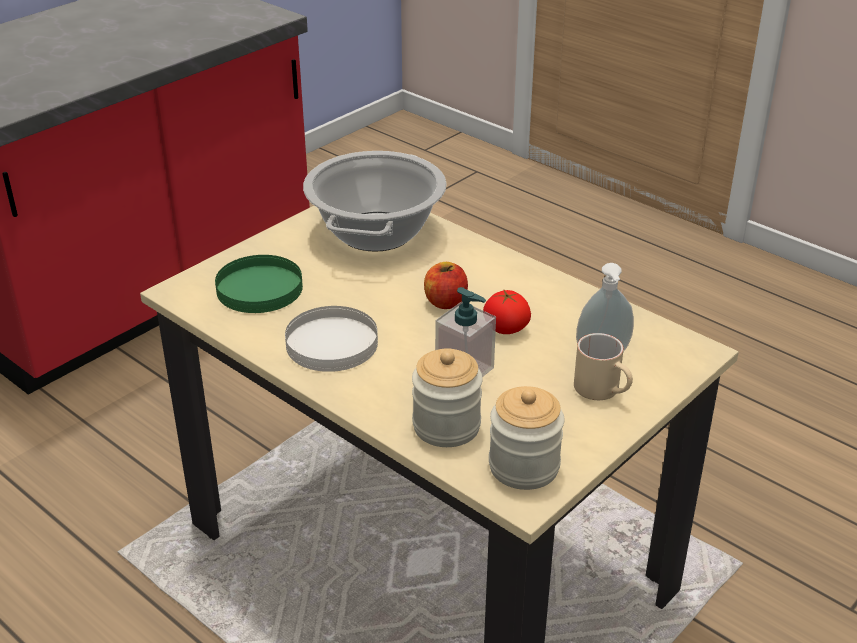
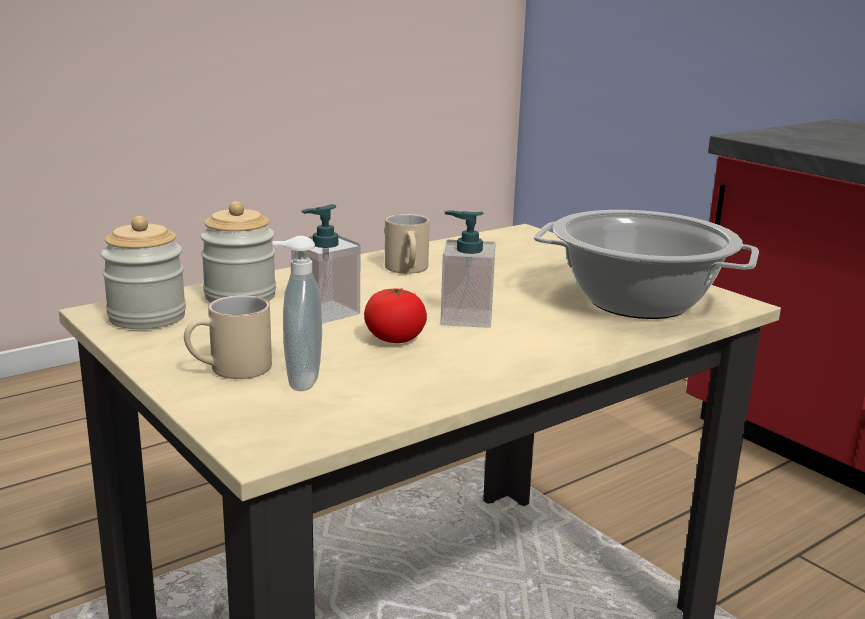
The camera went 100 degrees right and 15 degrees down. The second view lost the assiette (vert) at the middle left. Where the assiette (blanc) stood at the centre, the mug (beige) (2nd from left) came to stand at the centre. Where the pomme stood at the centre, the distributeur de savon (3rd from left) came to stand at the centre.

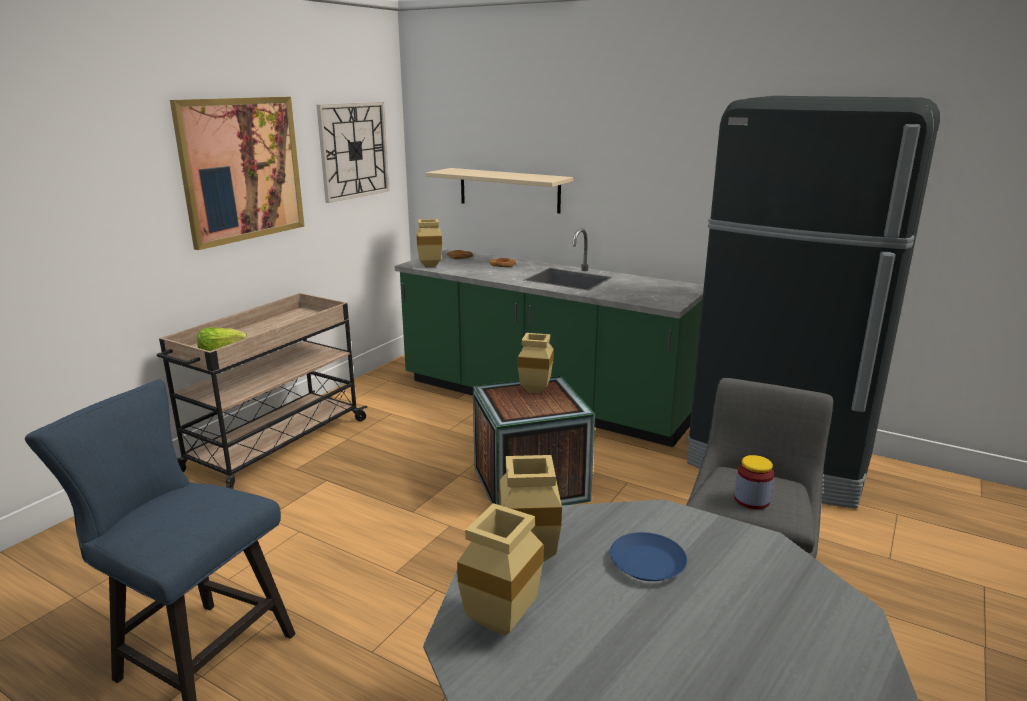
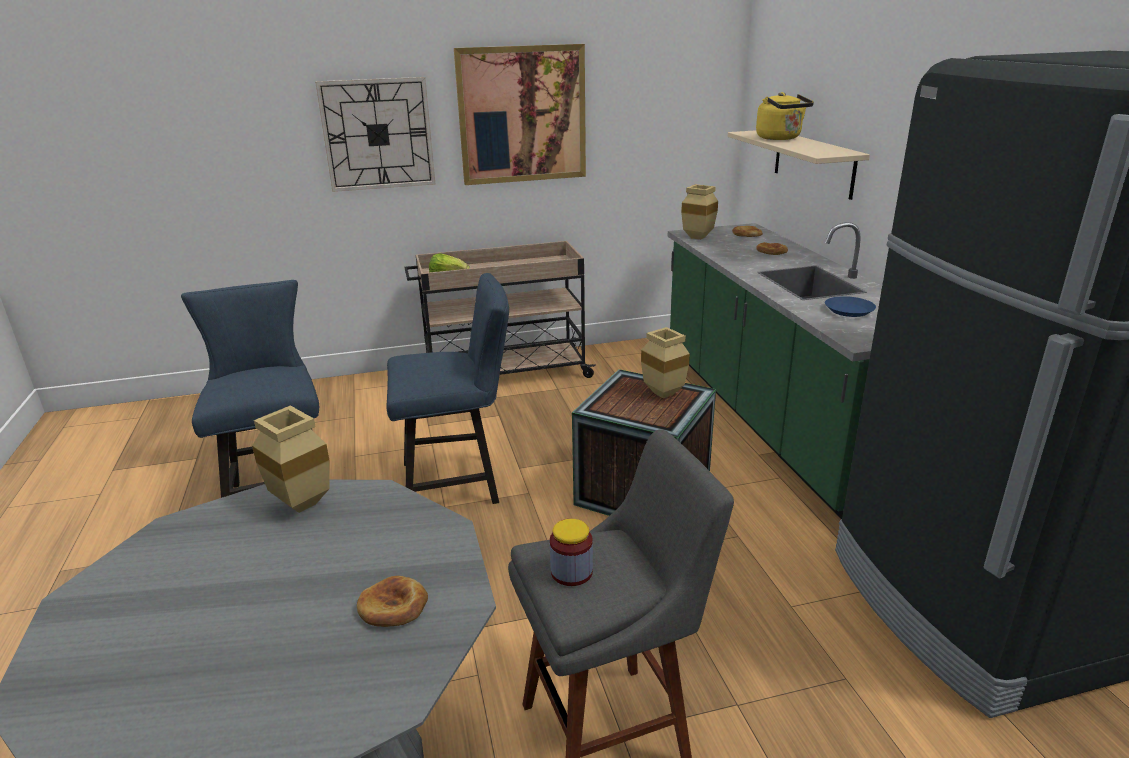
The camera went 45 degrees right and 5 degrees up. The second view lost the vase (beige) (2nd from left) at the bottom centre. The second view gained the pain (1st from left) at the bottom centre. The second view gained the chaise (bleu) (2nd from left) at the centre. The second view gained the bouilloire (jaune) at the top right. The horloge murale ended up elsewhere, having gone from the top centre to the top left. The assiette (bleu) ended up elsewhere, having gone from the bottom centre to the middle right.

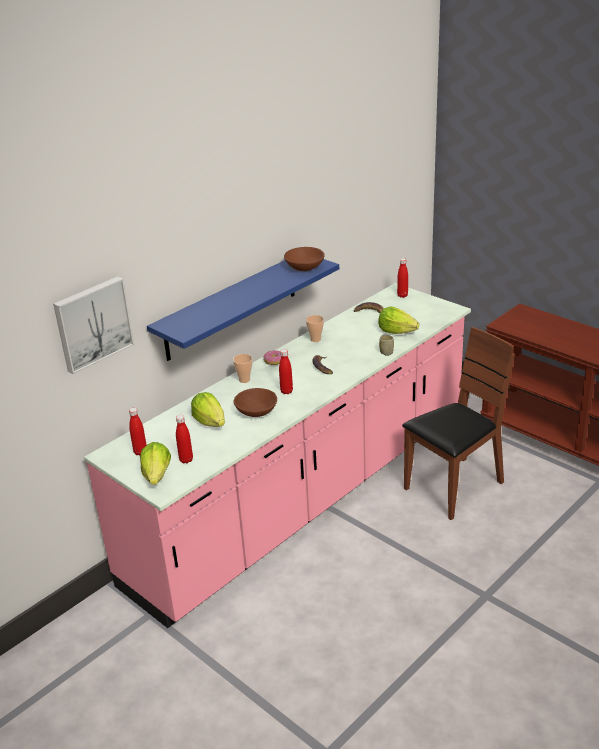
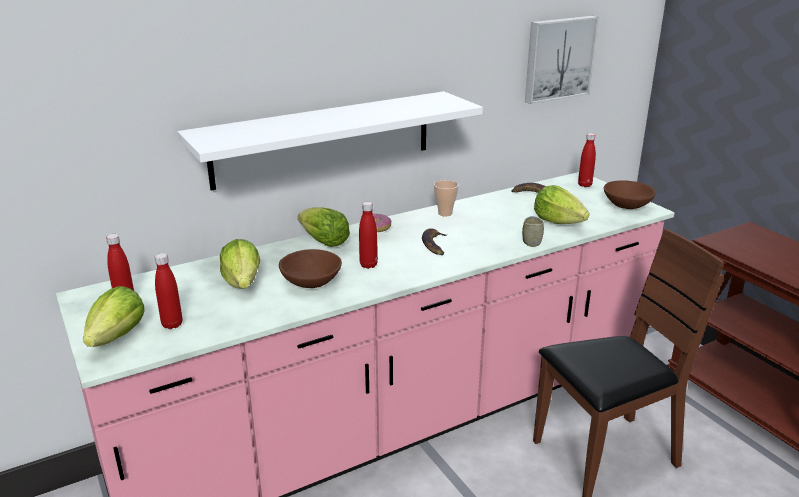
The camera went 15 degrees right and 5 degrees down. The tableau ended up elsewhere, having gone from the middle left to the top right. The bol (marron) (2nd from left) ended up elsewhere, having gone from the centre to the middle right. Where the tasse (1st from left) stood at the centre, the laitue (3rd from left) came to stand at the centre. What was the étagère (bleu) at the centre turned into the étagère (blanc) at the top centre.

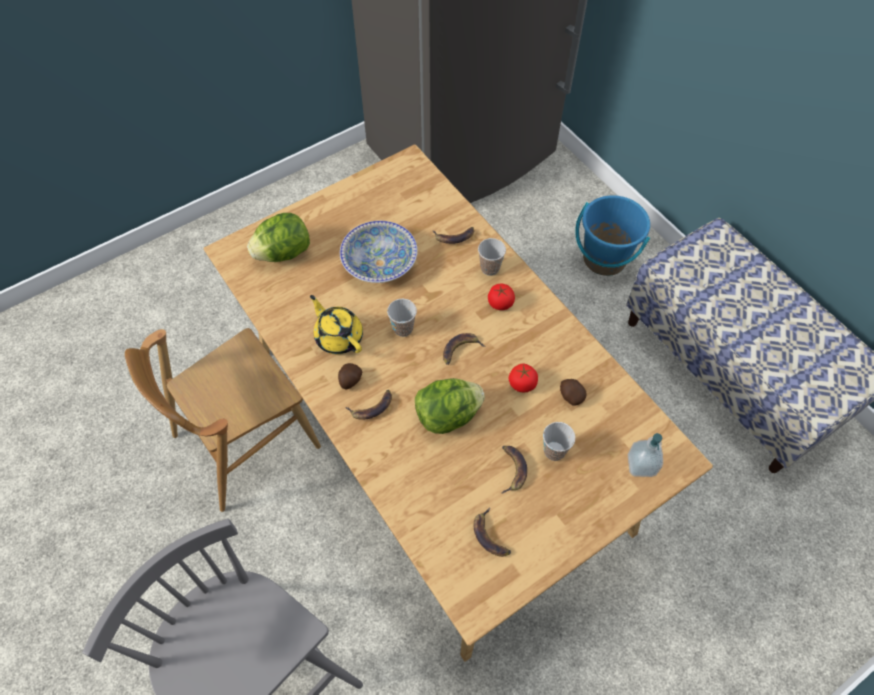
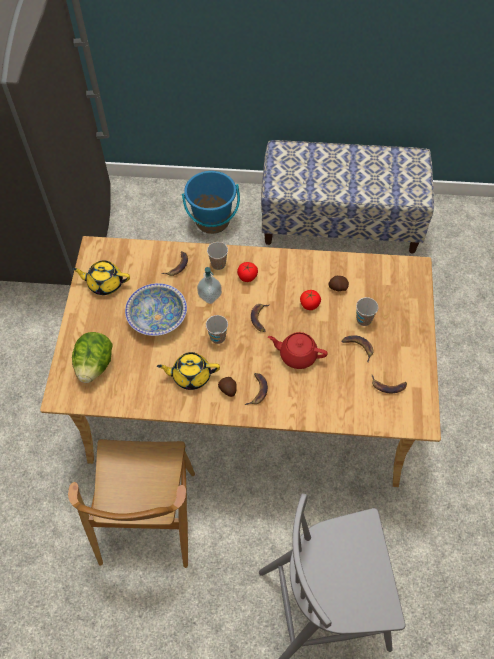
The camera went 50 degrees left and 0 degrees up. The second view gained the théière (jaune) (1st from left) at the middle left. The distributeur de savon ended up elsewhere, having gone from the middle right to the centre. Where the laitue (2nd from left) stood at the centre, the théière (rouge) came to stand at the centre.

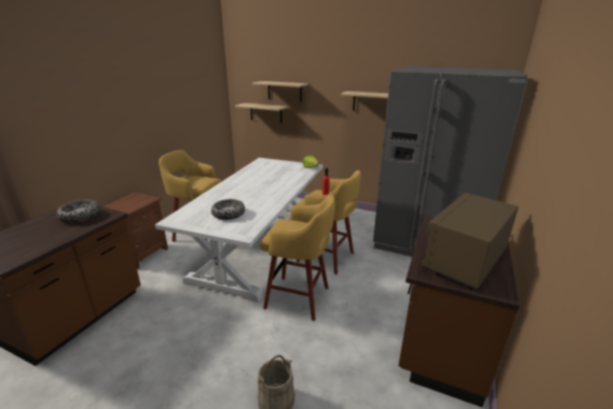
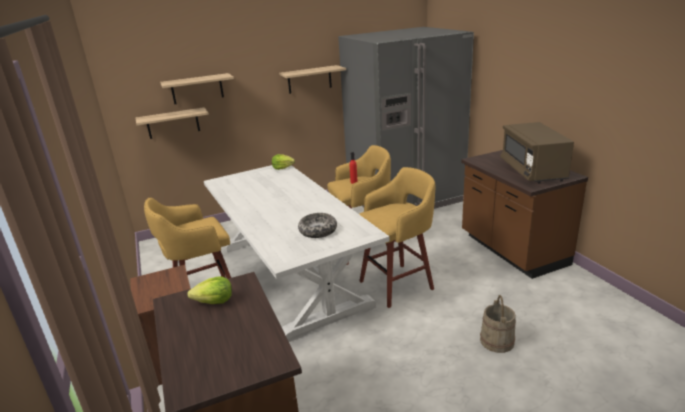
The camera went 45 degrees left and 0 degrees up. Where the bol (1st from left) stood at the middle left, the laitue (1st from left) came to stand at the bottom left.

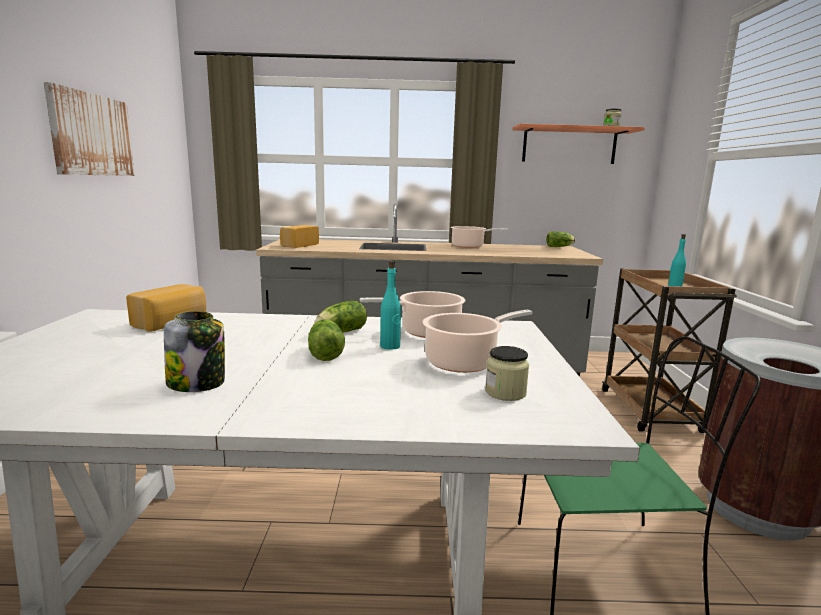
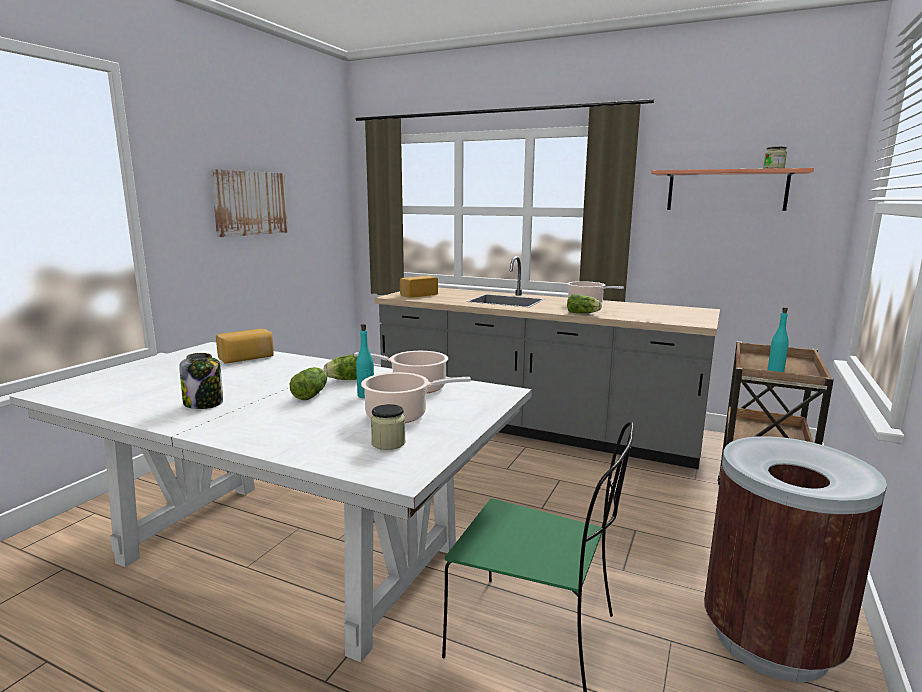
The camera went 25 degrees right and 0 degrees up. The laitue (3rd from left) ended up elsewhere, having gone from the middle right to the centre.

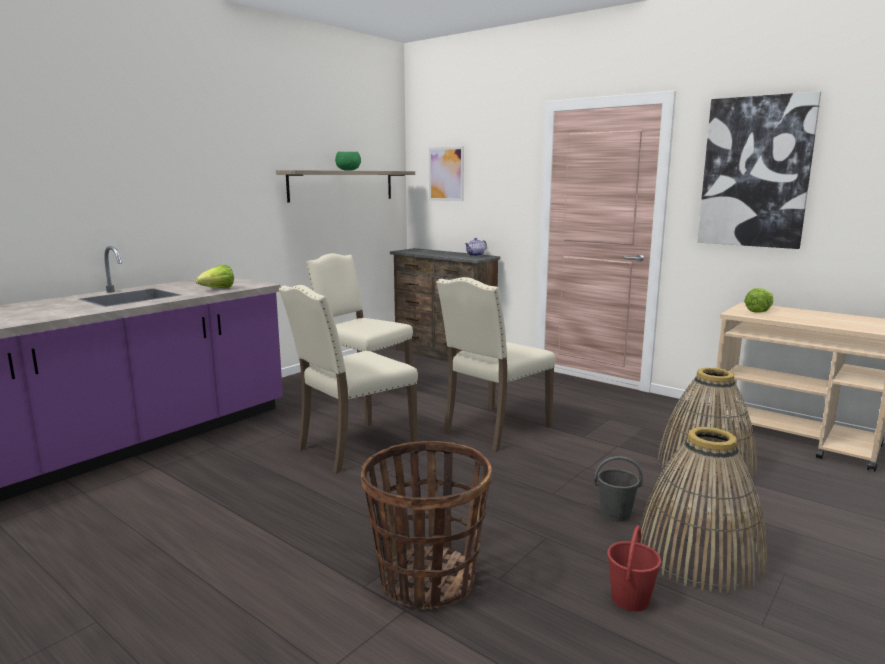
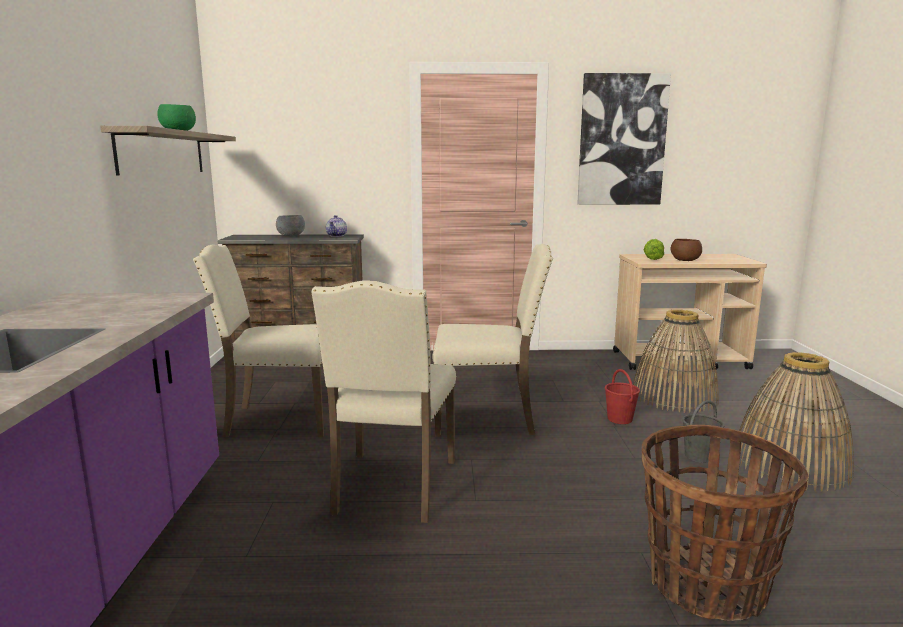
The camera went 40 degrees left and 0 degrees up. The second view lost the laitue (1st from left) at the middle left. The second view lost the tableau (1st from left) at the top centre. The second view gained the bol (gris) at the middle left. The second view gained the bol (marron) at the middle right. The seau (rouge) ended up elsewhere, having gone from the bottom right to the middle right. The chaise (beige) (3rd from left) at the centre ended up facing another way, 90 degrees counterclockwise from before.

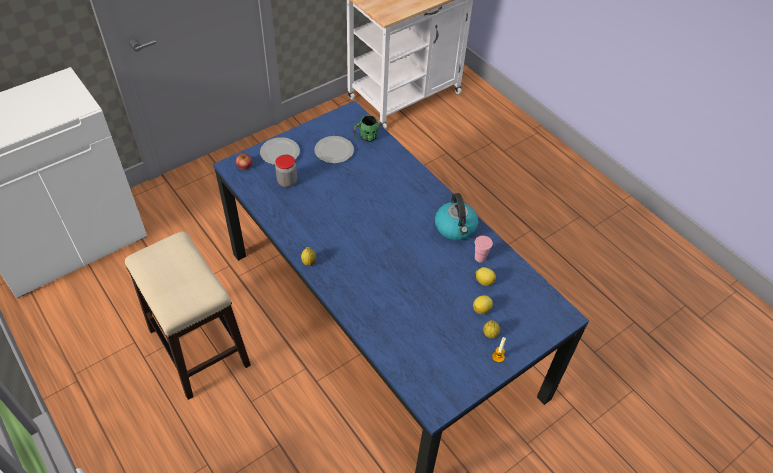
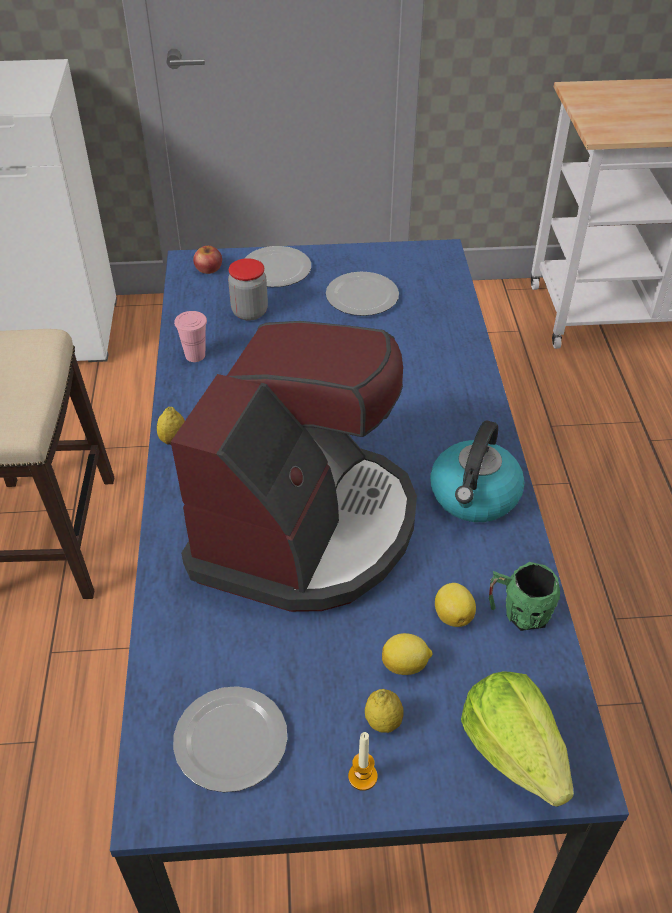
The camera went 35 degrees right and 5 degrees down. The second view gained the machine à café at the centre. The second view gained the assiette (1st from left) at the bottom centre. The second view gained the laitue at the bottom right. The mug (vert) ended up elsewhere, having gone from the top centre to the middle right. The tasse (rose) ended up elsewhere, having gone from the centre to the middle left.

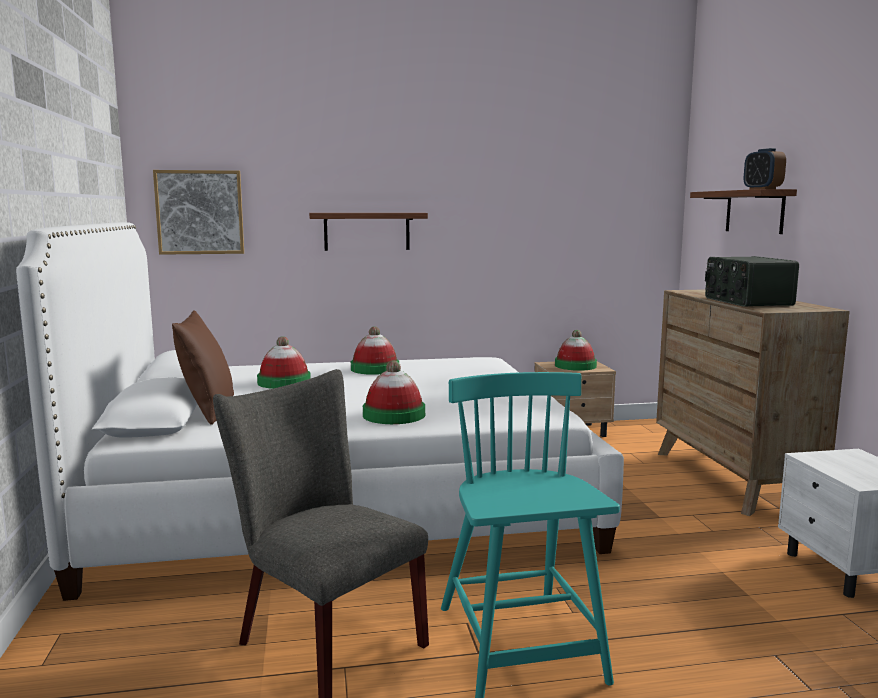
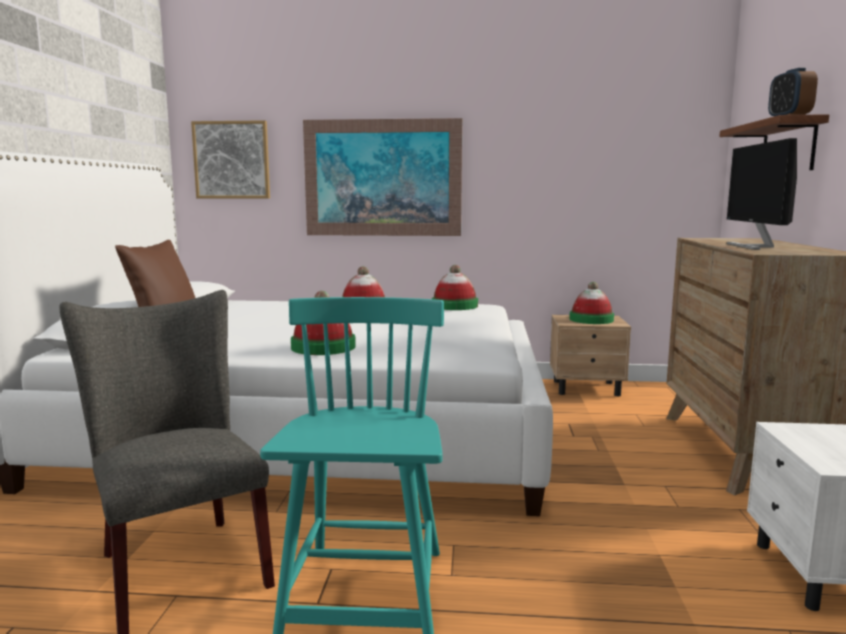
The camera went 15 degrees right and 0 degrees up. The chapeau (1st from left in the first image) ended up elsewhere, having gone from the middle left to the centre. Where the étagère (1st from left) hung at the top centre, the tableau (2nd from left) came to hang at the top centre. Where the radio stood at the middle right, the écran d'ordinateur came to stand at the top right.

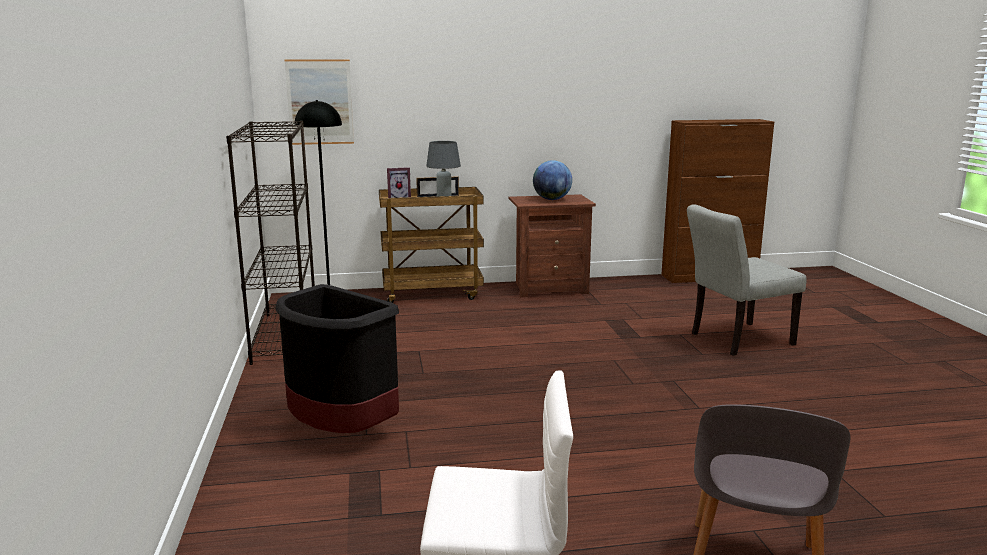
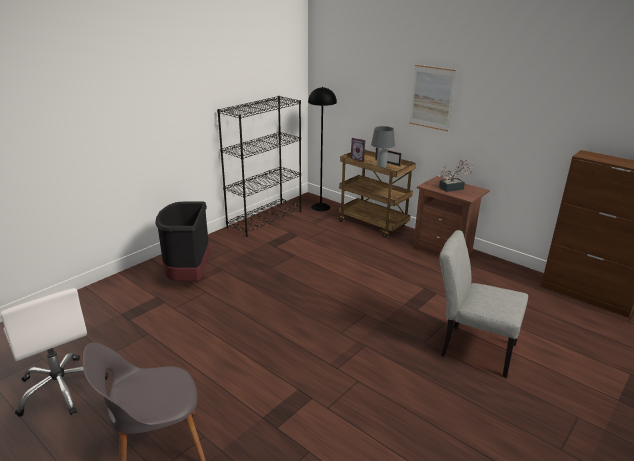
The camera went 50 degrees right and 10 degrees up. The tableau ended up elsewhere, having gone from the top left to the top right. Where the globe stood at the top centre, the plante en pot came to stand at the middle right.

